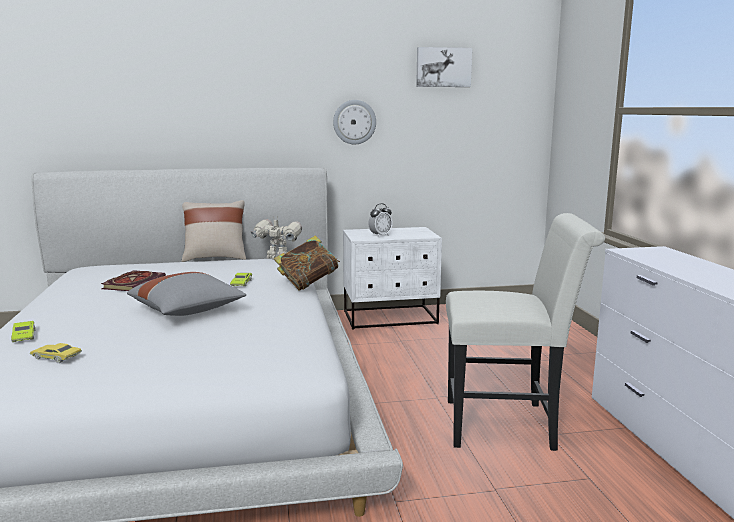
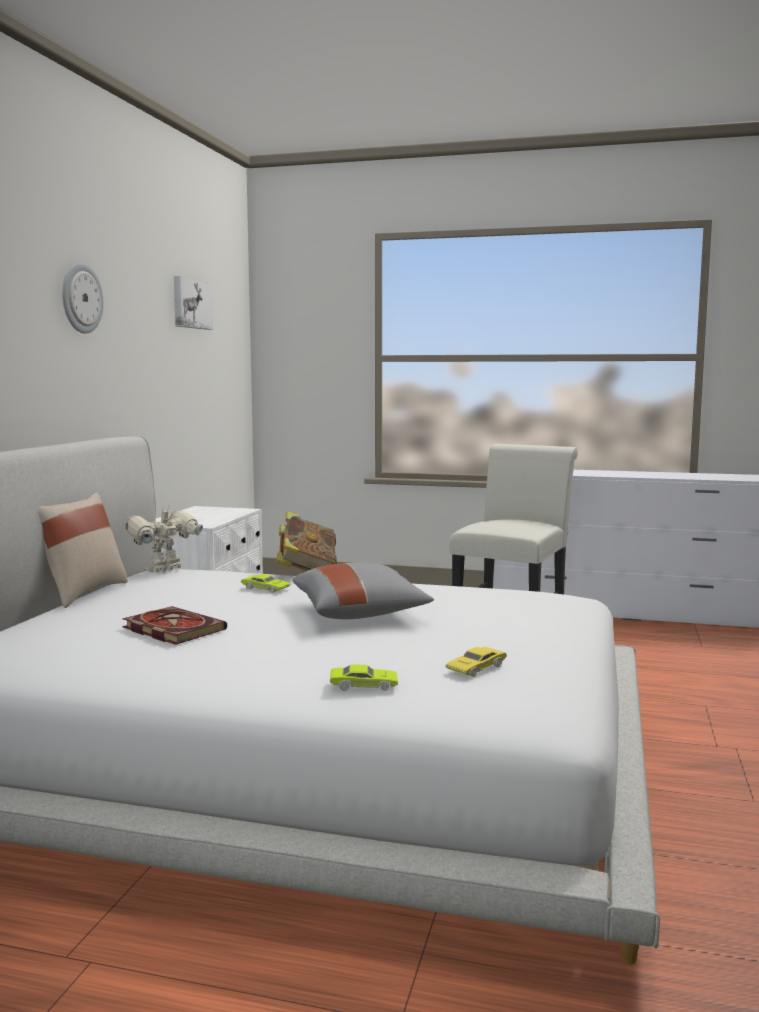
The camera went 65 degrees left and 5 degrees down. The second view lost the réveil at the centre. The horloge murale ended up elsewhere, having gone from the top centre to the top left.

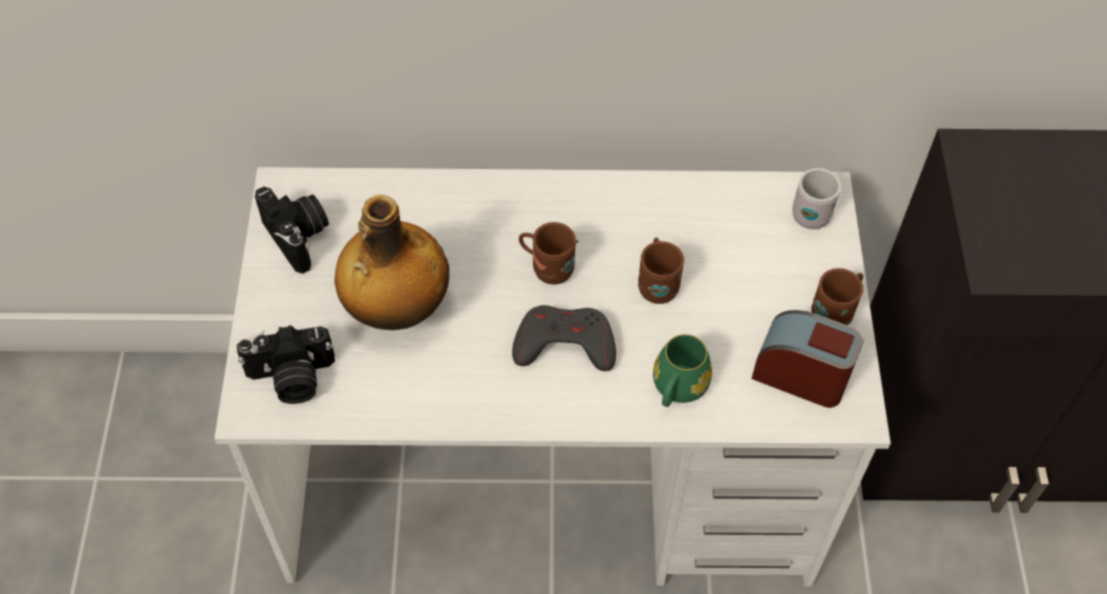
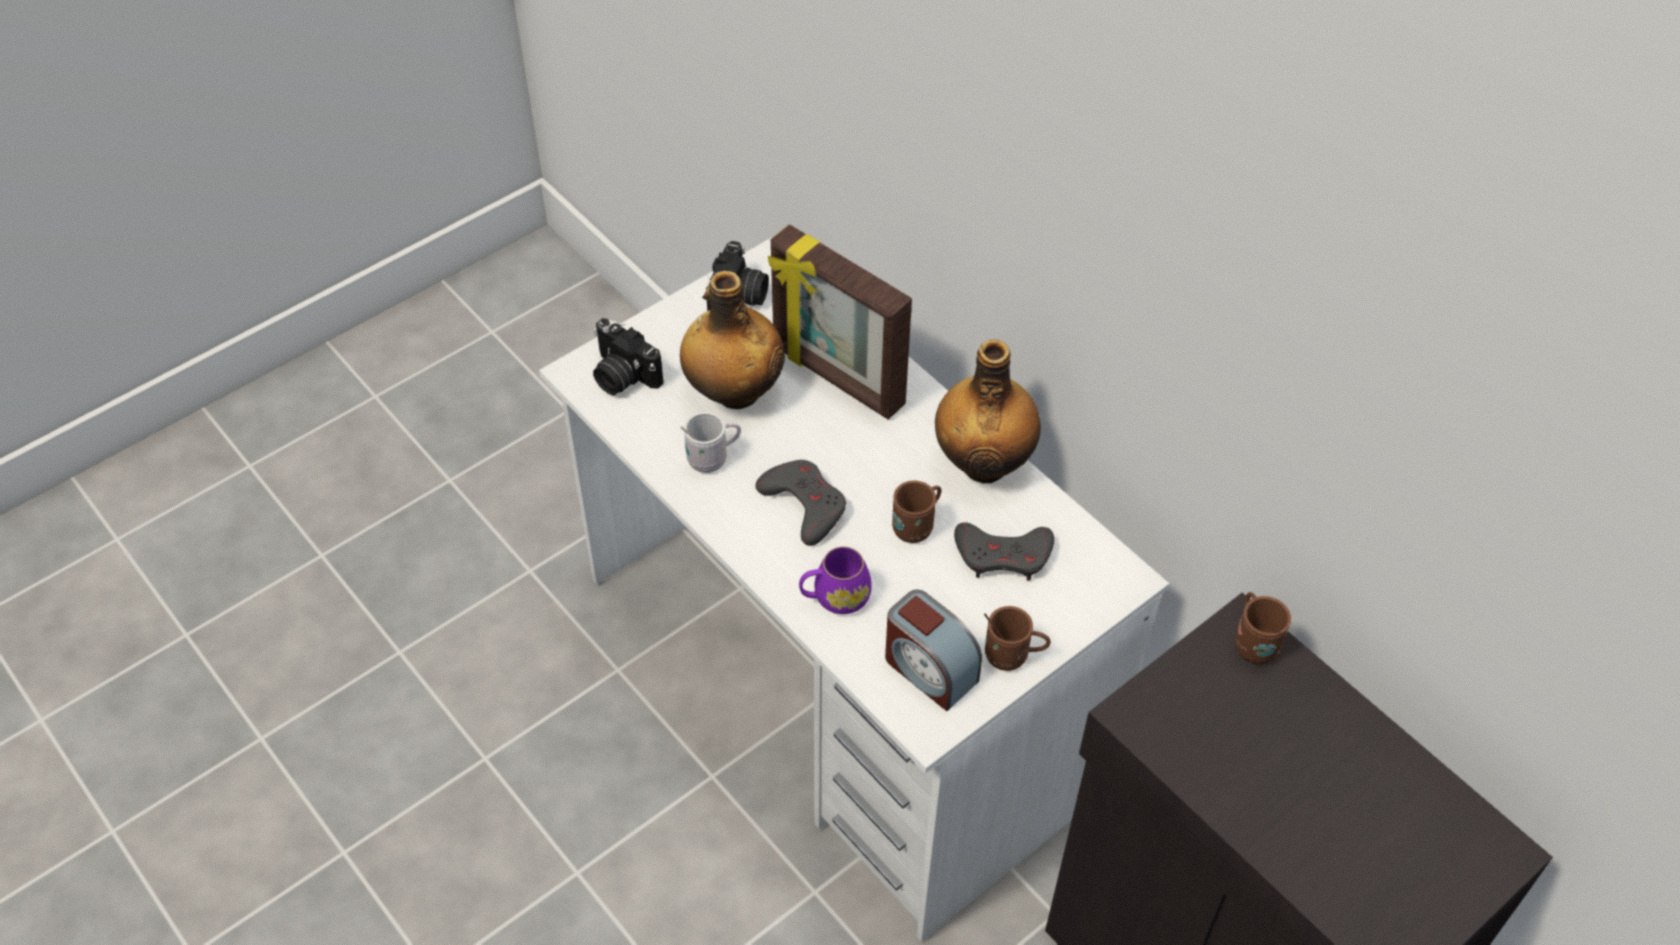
The camera went 50 degrees right and 5 degrees down. The second view gained the cadre photo at the centre. The second view gained the bouteille (2nd from left) at the centre. The second view gained the manette (gris) (2nd from left) at the centre. The mug (marron) (1st from left in the first image) ended up elsewhere, having gone from the centre to the middle right. The mug (blanc) ended up elsewhere, having gone from the top right to the centre. What was the mug (vert) at the centre turned into the mug (violet) at the centre. The réveil at the middle right ended up facing another way, 150 degrees clockwise from before.

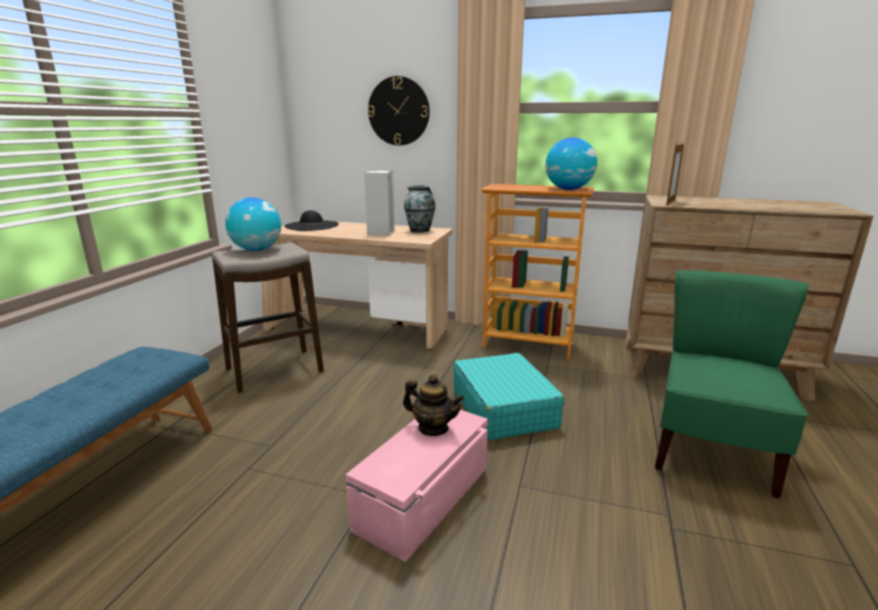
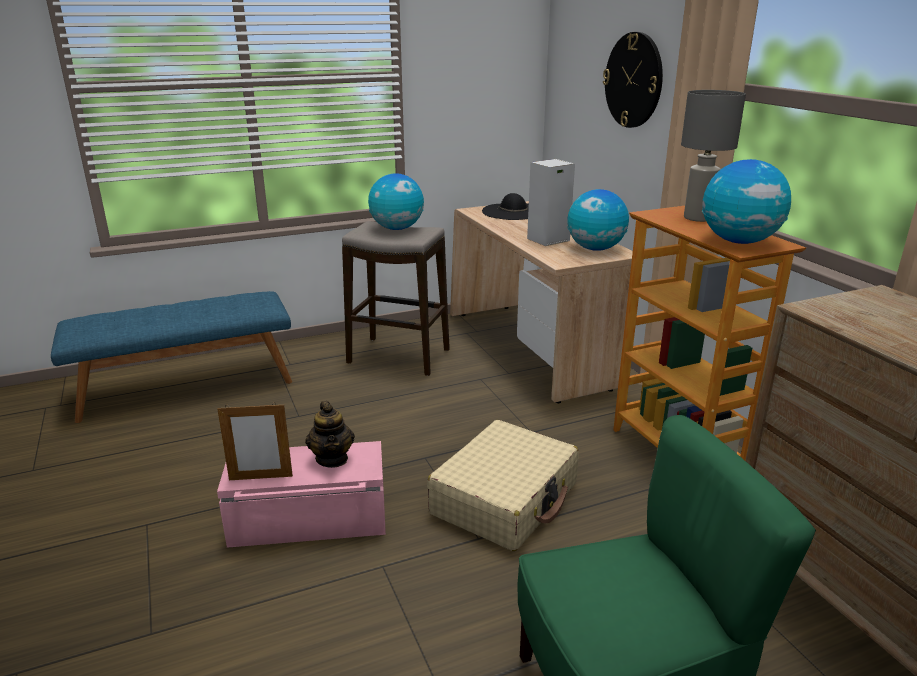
The camera went 50 degrees right and 5 degrees up. The second view gained the lampe de table (gris) at the top right. The cadre photo ended up elsewhere, having gone from the top right to the middle left. Where the vase stood at the centre, the globe (2nd from left) came to stand at the top centre. What was the valise (turquoise) at the centre turned into the valise (beige) at the bottom centre.

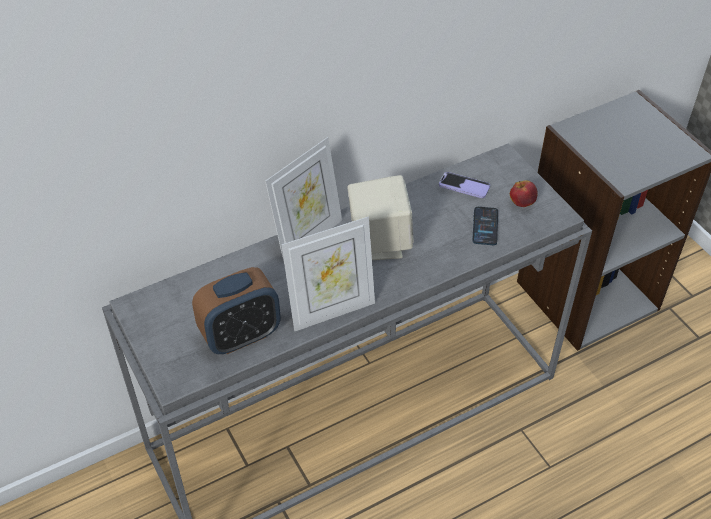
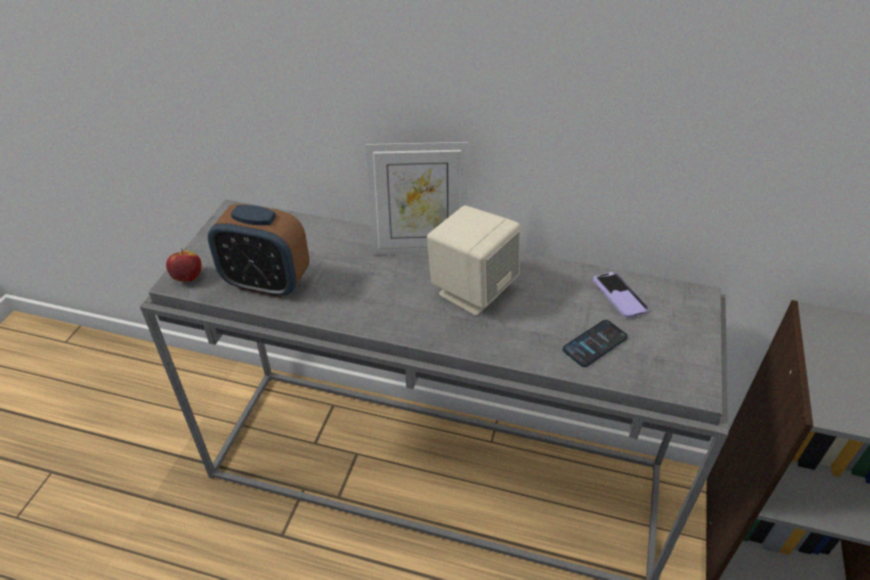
The camera went 45 degrees right and 5 degrees down. The second view lost the cadre photo (2nd from left) at the centre. The pomme ended up elsewhere, having gone from the middle right to the middle left.

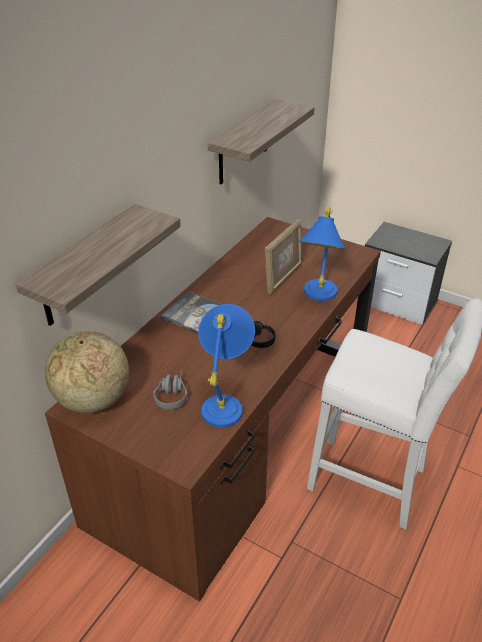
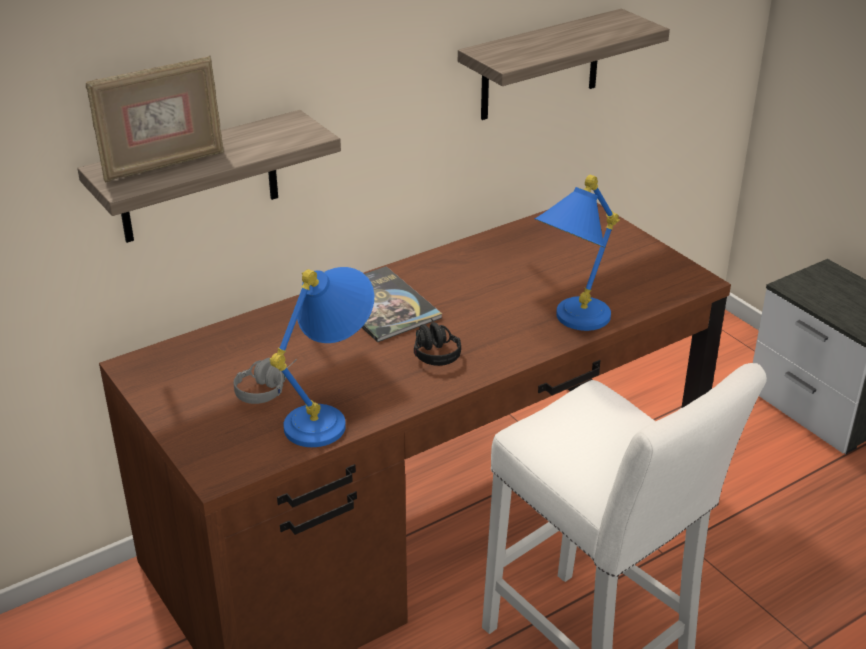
The camera went 25 degrees right and 5 degrees down. The second view lost the globe at the middle left. The cadre photo ended up elsewhere, having gone from the centre to the top left.

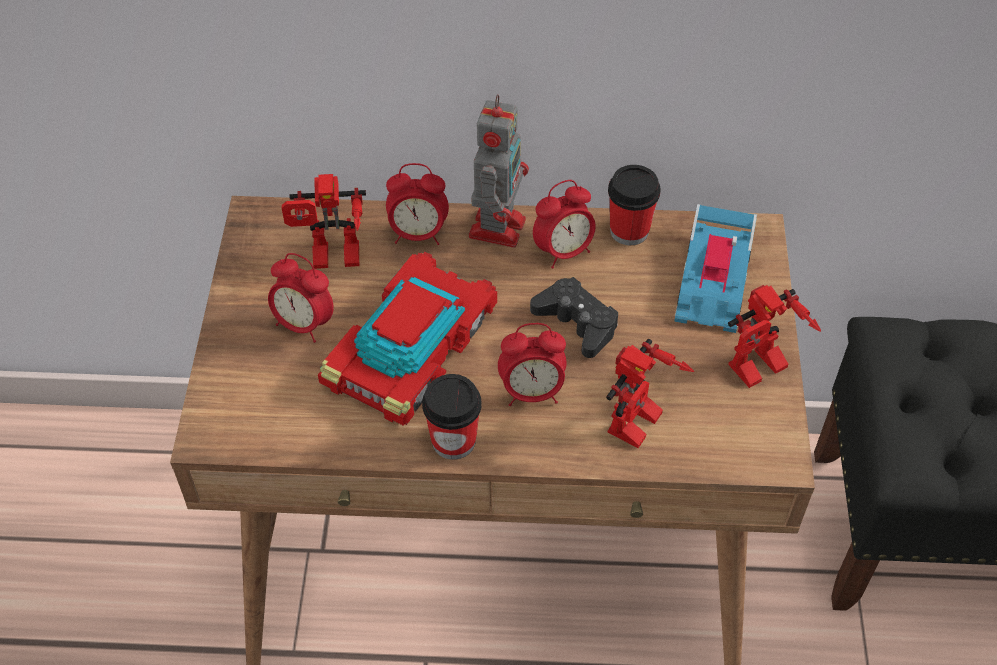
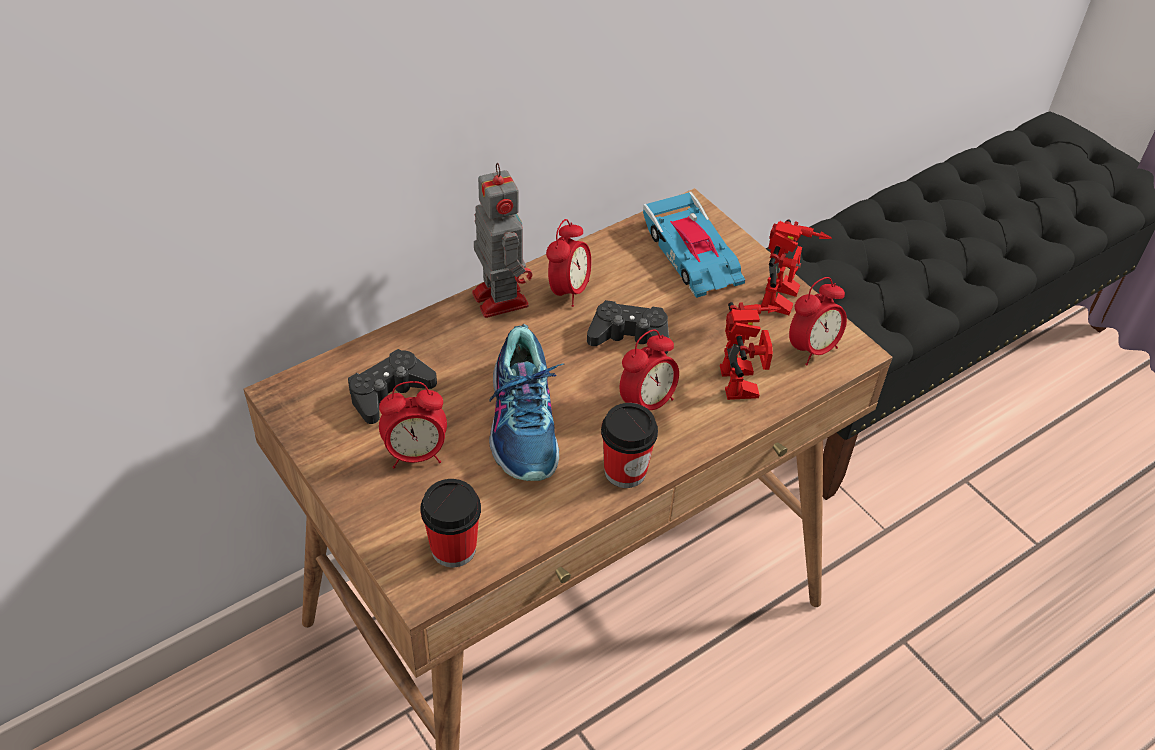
The camera went 40 degrees left and 5 degrees down. The réveil (2nd from left in the first image) ended up elsewhere, having gone from the top centre to the middle right. The tasse (2nd from left in the first image) ended up elsewhere, having gone from the top centre to the bottom centre. Where the robot jouet (1st from left) stood at the top left, the manette (noir) (1st from left) came to stand at the centre. Where the petite voiture (1st from left) stood at the centre, the chaussure came to stand at the centre.

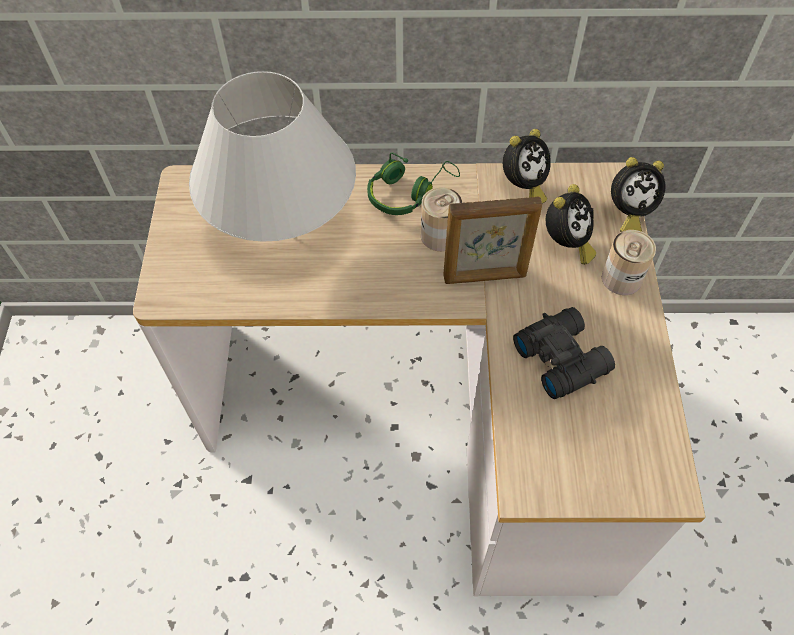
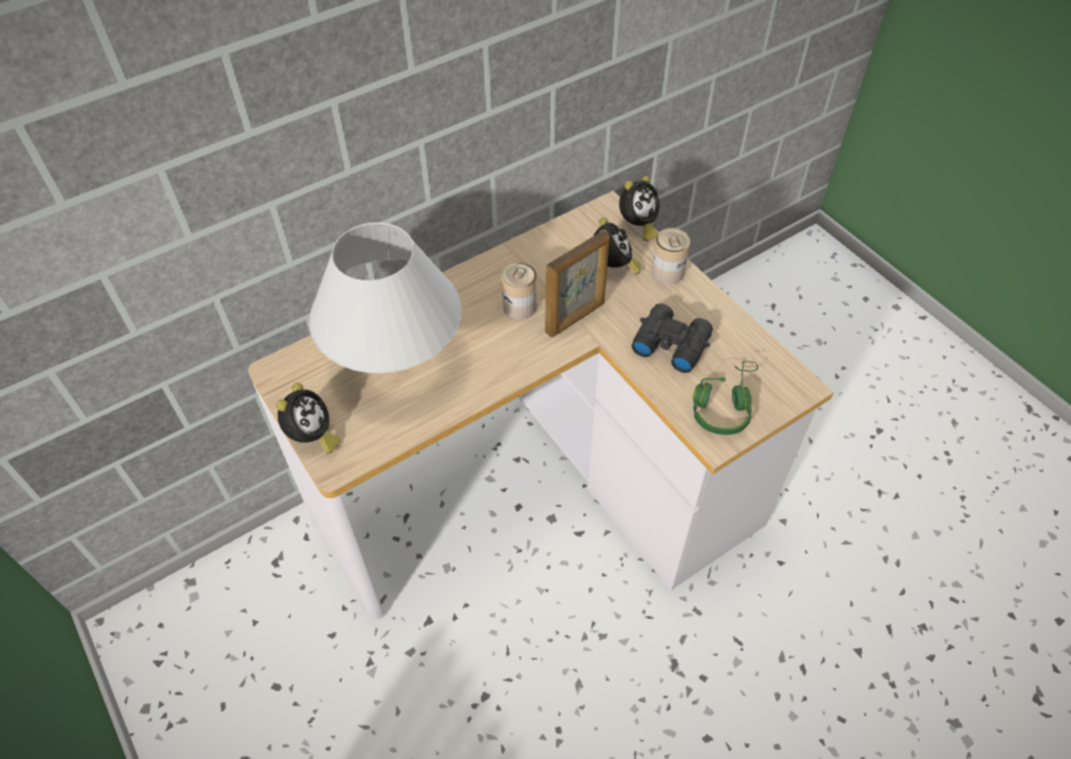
The camera went 35 degrees left and 5 degrees down. The casque audio (vert) ended up elsewhere, having gone from the top centre to the middle right. The réveil (1st from left) ended up elsewhere, having gone from the top centre to the middle left.

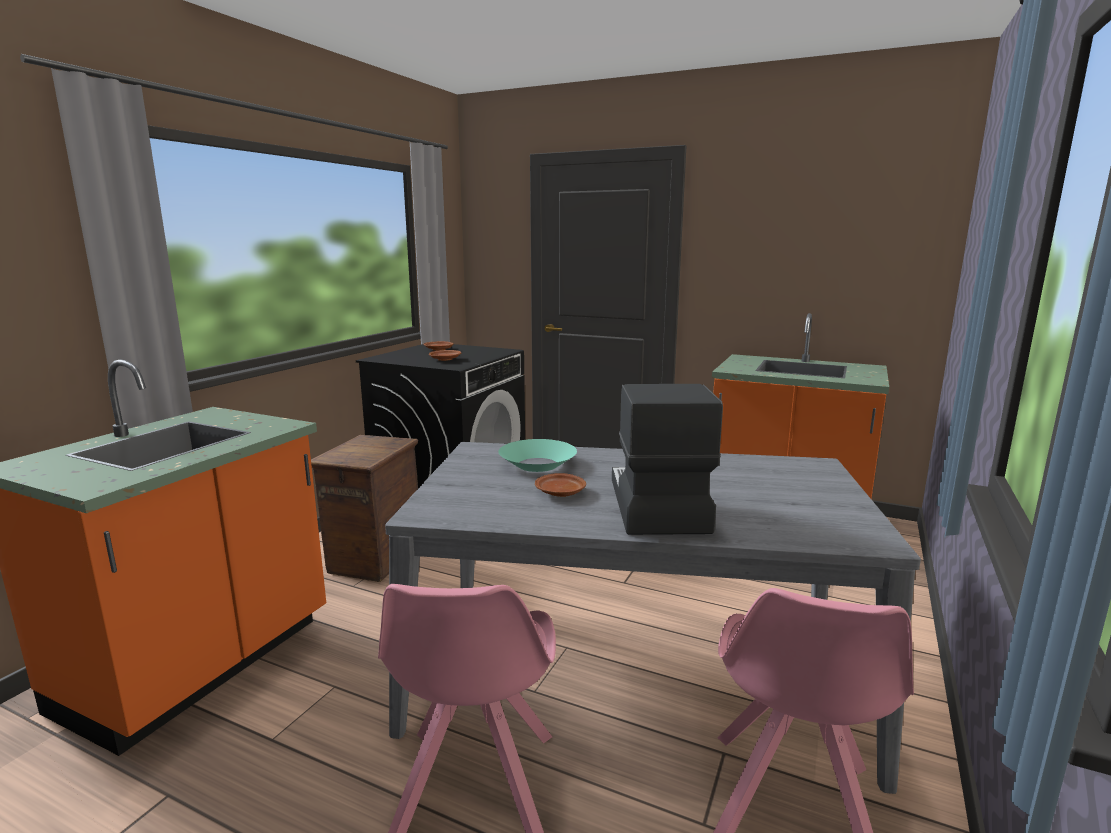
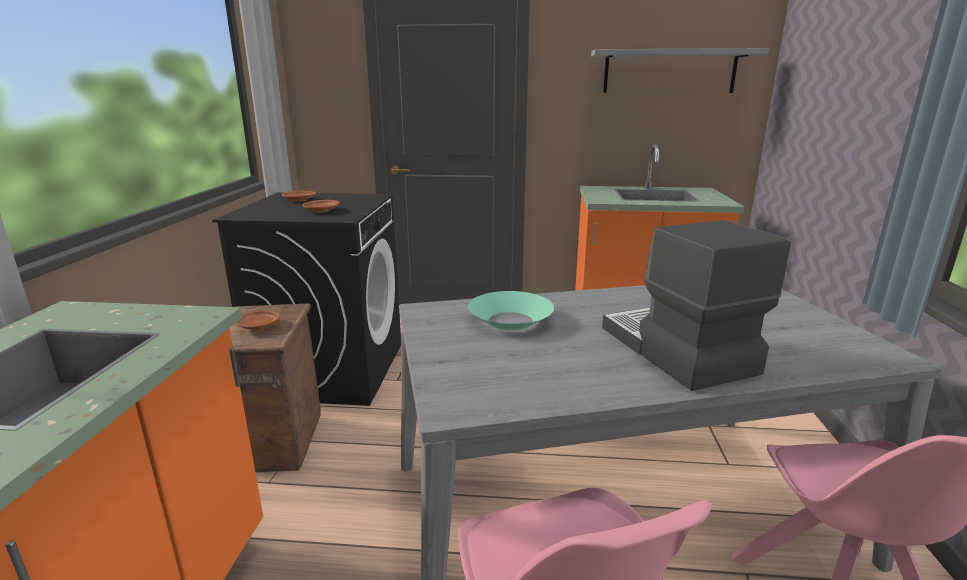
The camera went 20 degrees left and 5 degrees up. The second view gained the étagère (gris) at the top right. The assiette (marron) (3rd from left in the first image) ended up elsewhere, having gone from the centre to the middle left.

